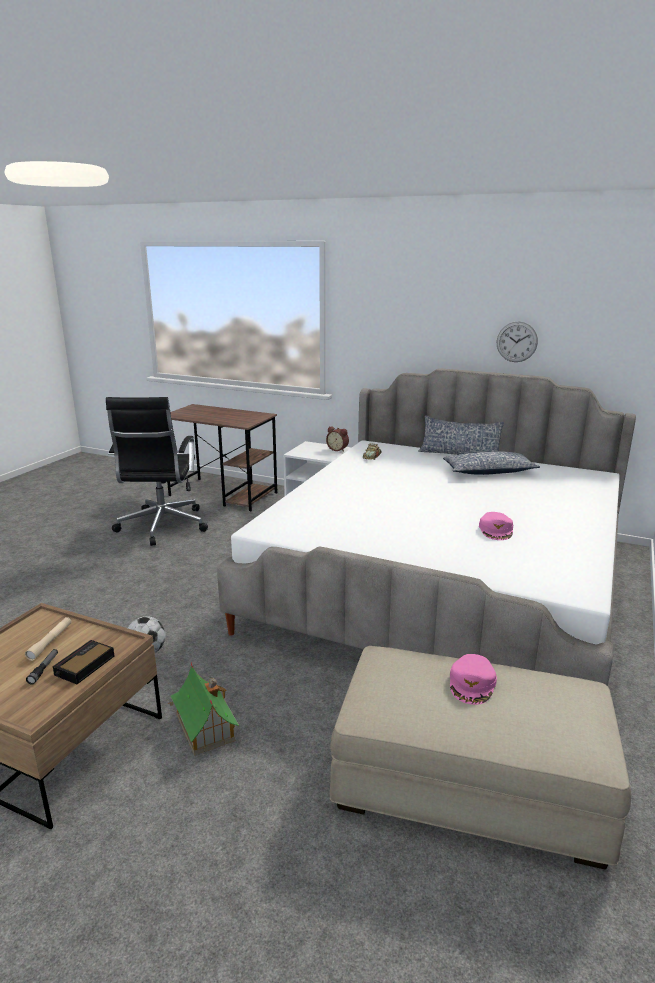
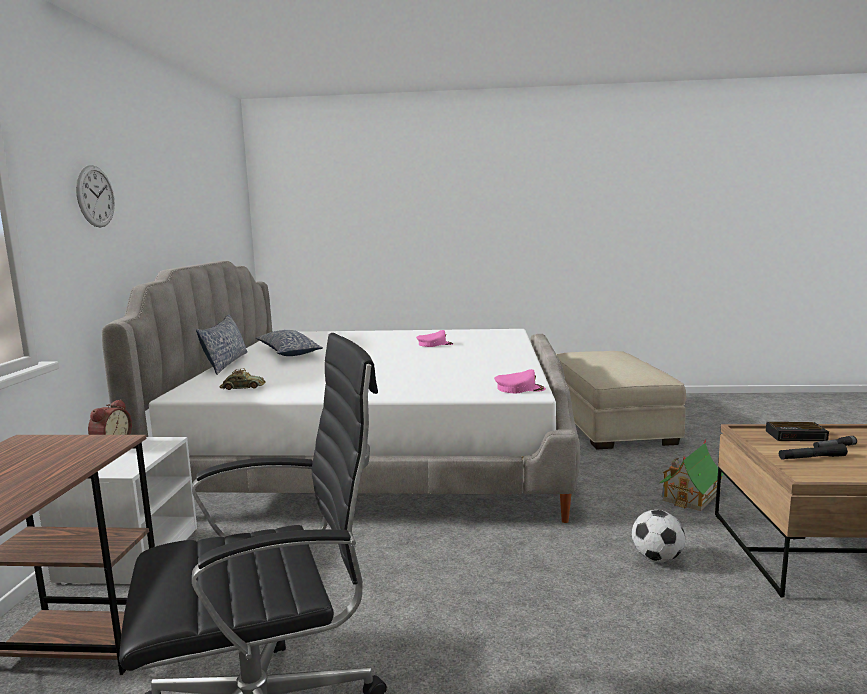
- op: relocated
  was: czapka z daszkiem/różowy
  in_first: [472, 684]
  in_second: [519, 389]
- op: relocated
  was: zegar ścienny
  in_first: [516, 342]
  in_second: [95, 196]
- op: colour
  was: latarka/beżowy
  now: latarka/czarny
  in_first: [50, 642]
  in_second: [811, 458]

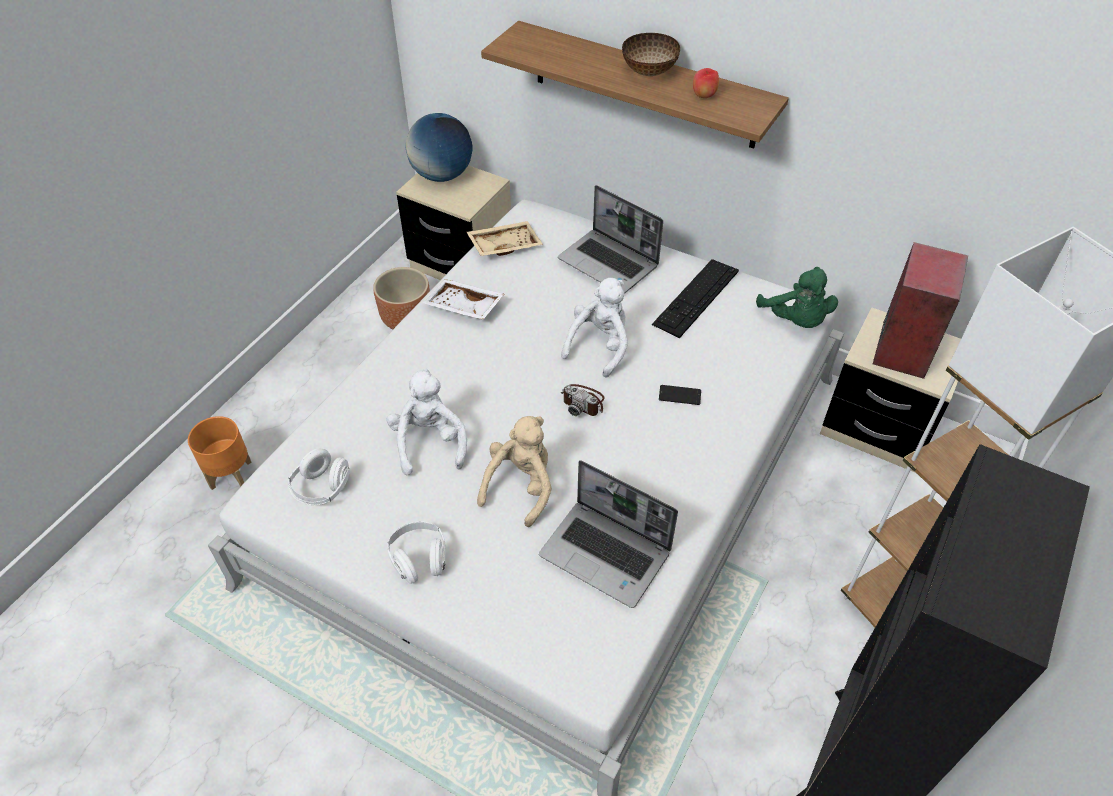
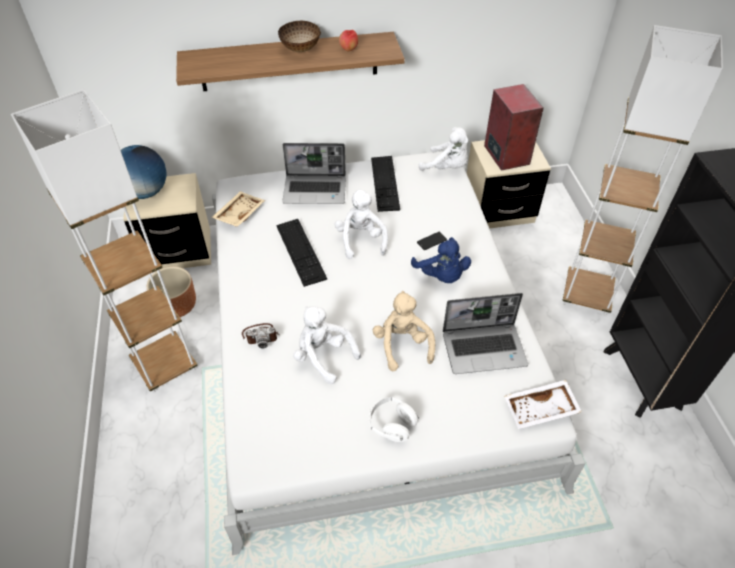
- op: missing
  was: donica/pomarańczowy
  in_first: [231, 474]
- op: missing
  was: słuchawki/biały
  in_first: [322, 488]
- op: appeared
  now: lampa stojąca/biały
  in_second: [165, 365]
- op: appeared
  now: klawiatura
  in_second: [300, 251]
- op: appeared
  now: pluszak/niebieski
  in_second: [441, 276]
- op: relocated
  was: taca/biały
  in_first: [463, 307]
  in_second: [540, 410]
- op: relocated
  was: aparat fotograficzny
  in_first: [583, 402]
  in_second: [261, 335]
- op: colour
  was: pluszak/zielony
  now: pluszak/biały
  in_first: [796, 320]
  in_second: [447, 167]

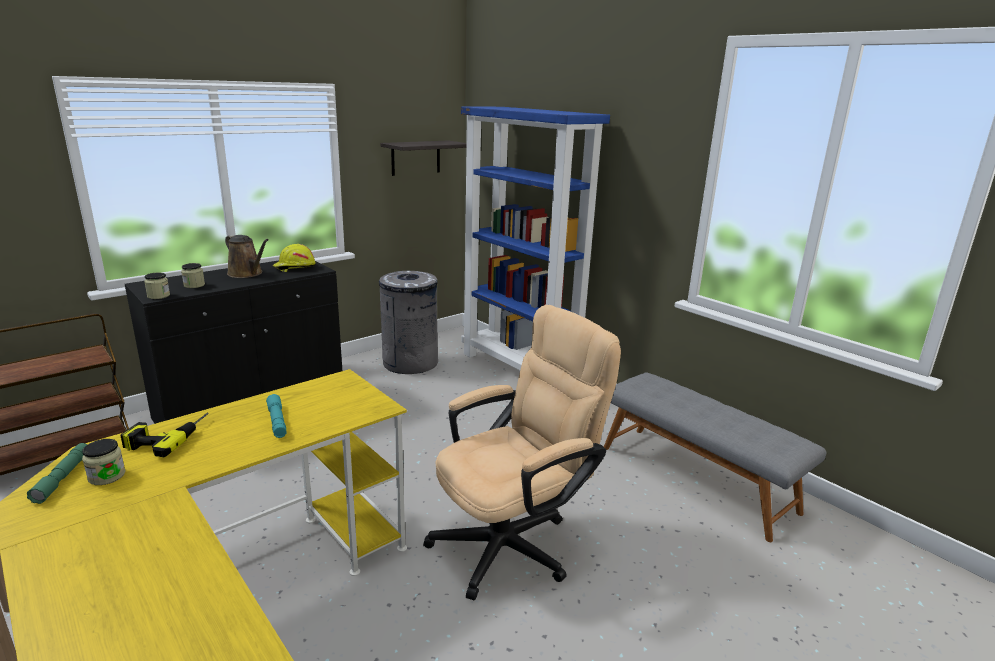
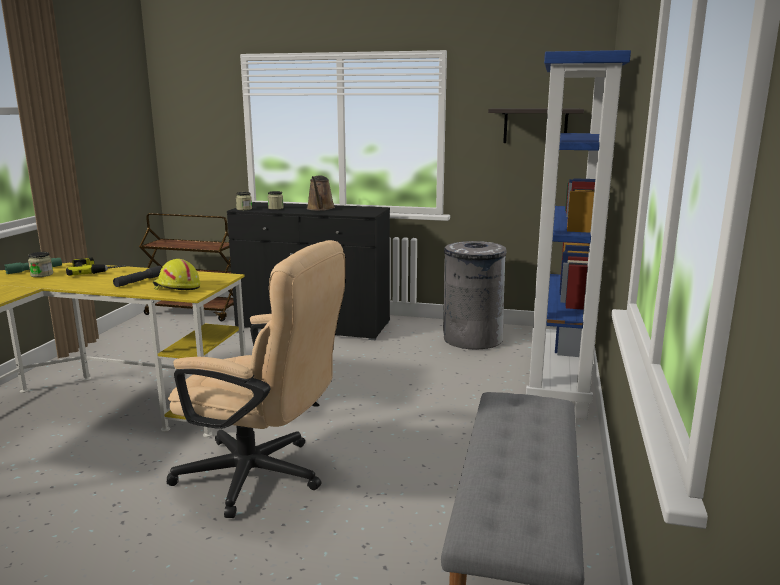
- op: relocated
  was: kask/żółty
  in_first: [294, 267]
  in_second: [176, 287]
- op: colour
  was: latarka/turkusowy
  now: latarka/szary
  in_first: [277, 421]
  in_second: [139, 281]

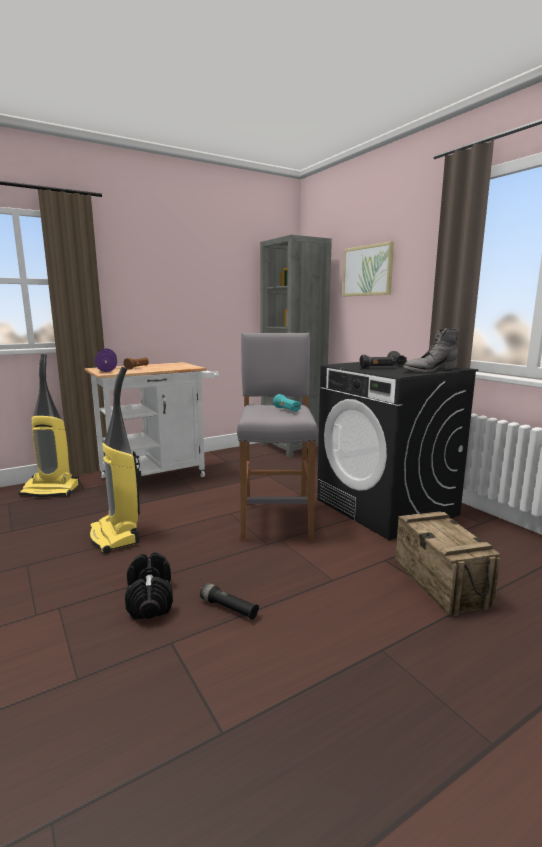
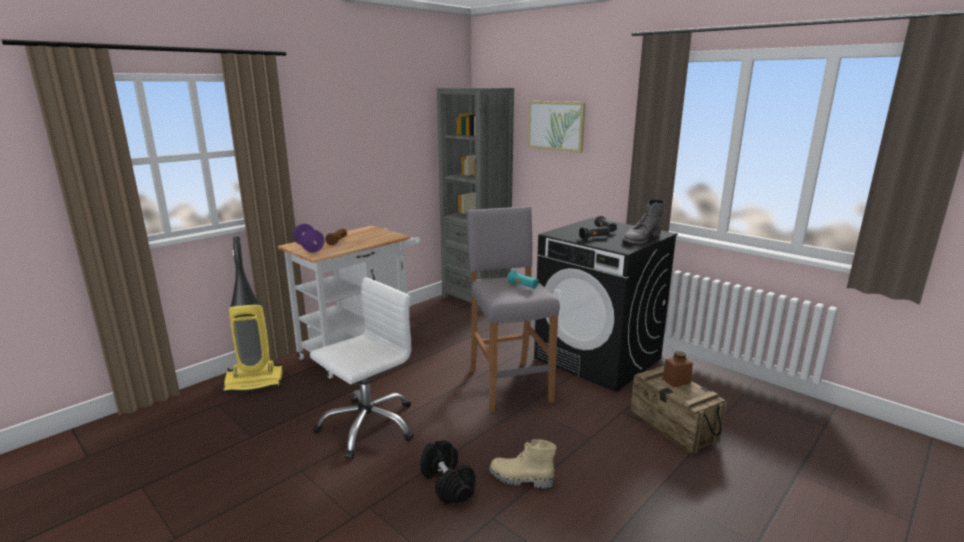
- op: appeared
  now: słoik/brązowy
  in_second: [676, 381]
- op: exchanged
  was: odkurzacz
  now: krzesło biurowe/biały
  in_first: [116, 536]
  in_second: [368, 425]
- op: exchanged
  was: latarka/czarny
  now: but z cholewką/beżowy
  in_first: [228, 608]
  in_second: [520, 479]

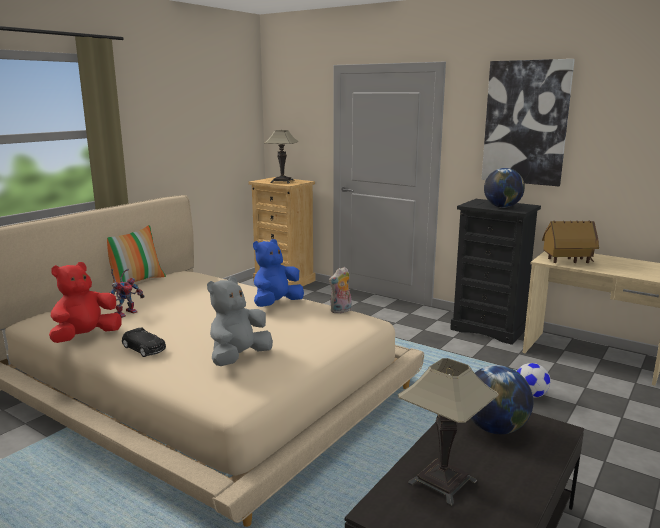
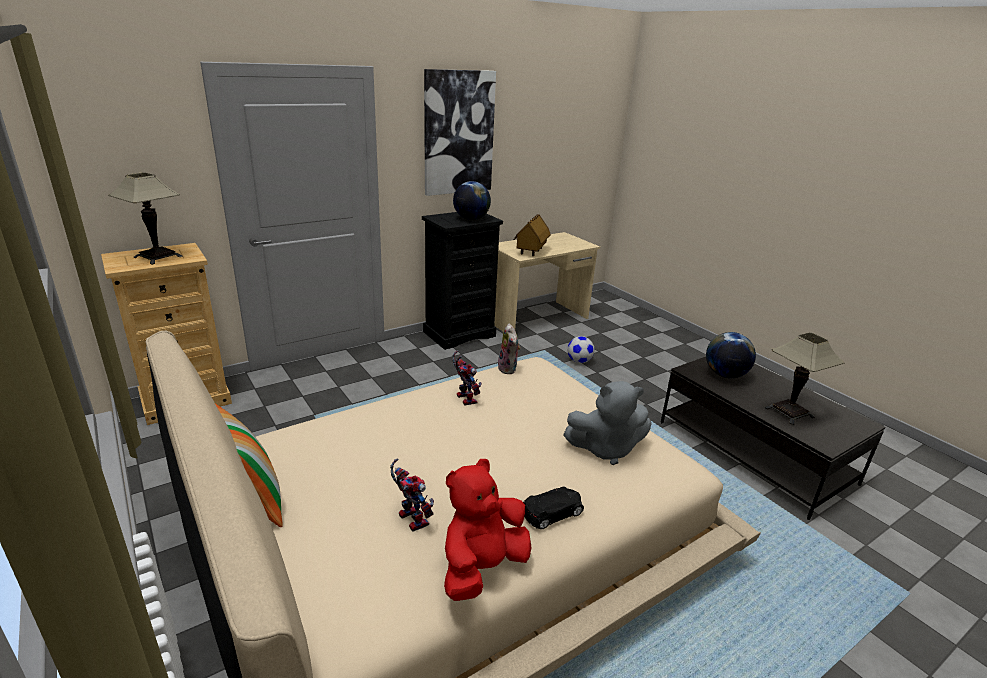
- op: exchanged
  was: pluszak/niebieski
  now: robot zabawkowy
  in_first: [276, 304]
  in_second: [464, 398]
- op: spun
  was: pluszak/czerwony
  in_first: [86, 337]
  in_second: [482, 568]
  clockwise: 75
- op: spun
  was: pluszak/szary
  in_first: [239, 358]
  in_second: [605, 448]
  clockwise: -60

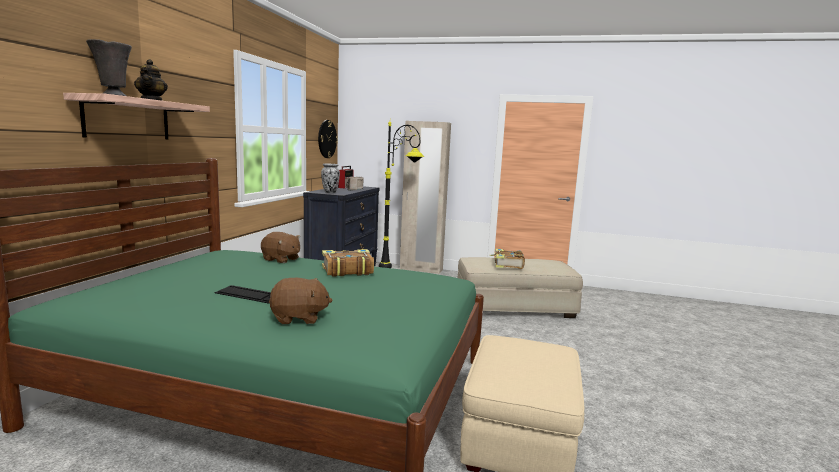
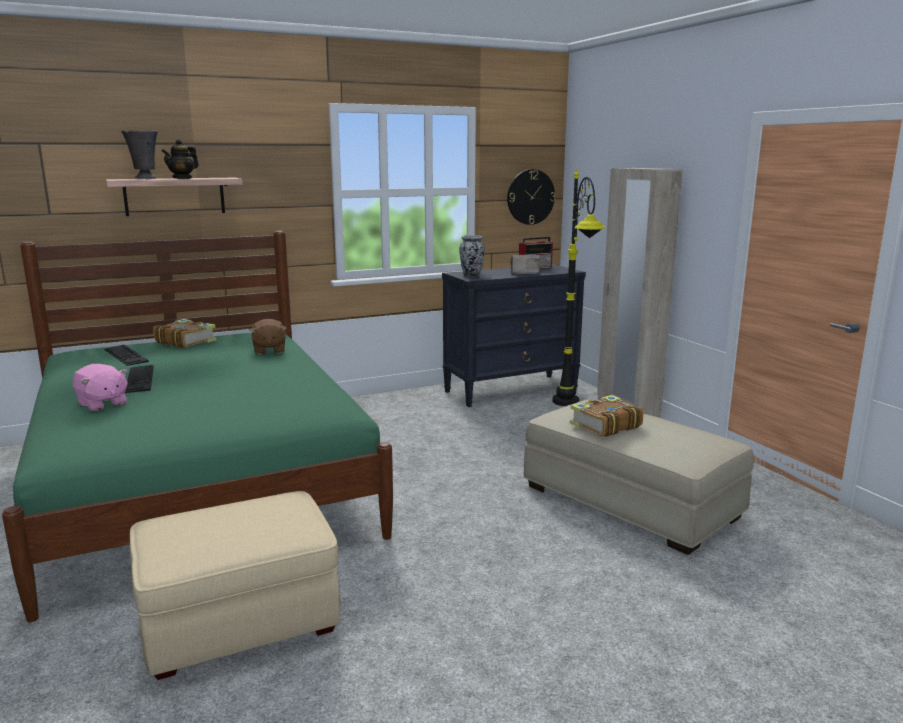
- op: appeared
  now: klawiatura
  in_second: [125, 355]
- op: relocated
  was: książka
  in_first: [346, 270]
  in_second: [185, 341]
- op: colour
  was: pluszak/brązowy
  now: pluszak/różowy
  in_first: [299, 318]
  in_second: [102, 404]

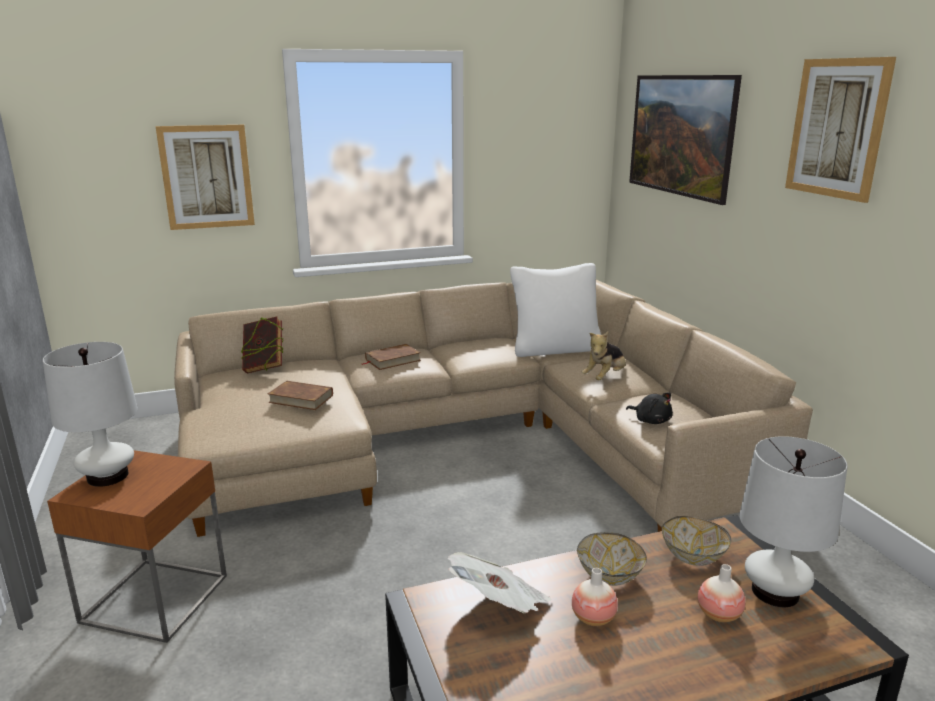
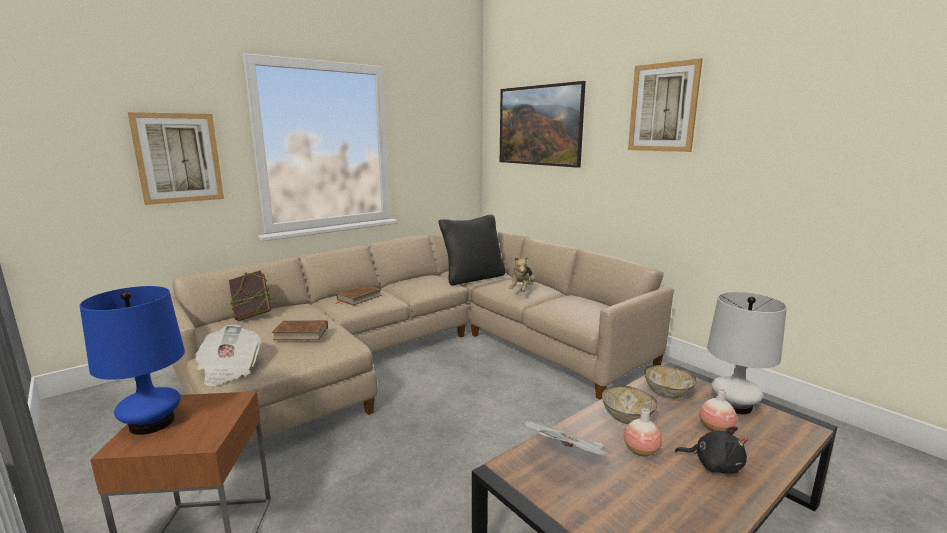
- op: appeared
  now: gazeta
  in_second: [229, 370]
- op: relocated
  was: pluszak/czarny
  in_first: [651, 420]
  in_second: [714, 465]
- op: colour
  was: lampa stołowa/biały
  now: lampa stołowa/niebieski
  in_first: [107, 476]
  in_second: [152, 423]
- op: colour
  was: poduszka/biały
  now: poduszka/czarny
  in_first: [555, 349]
  in_second: [473, 278]

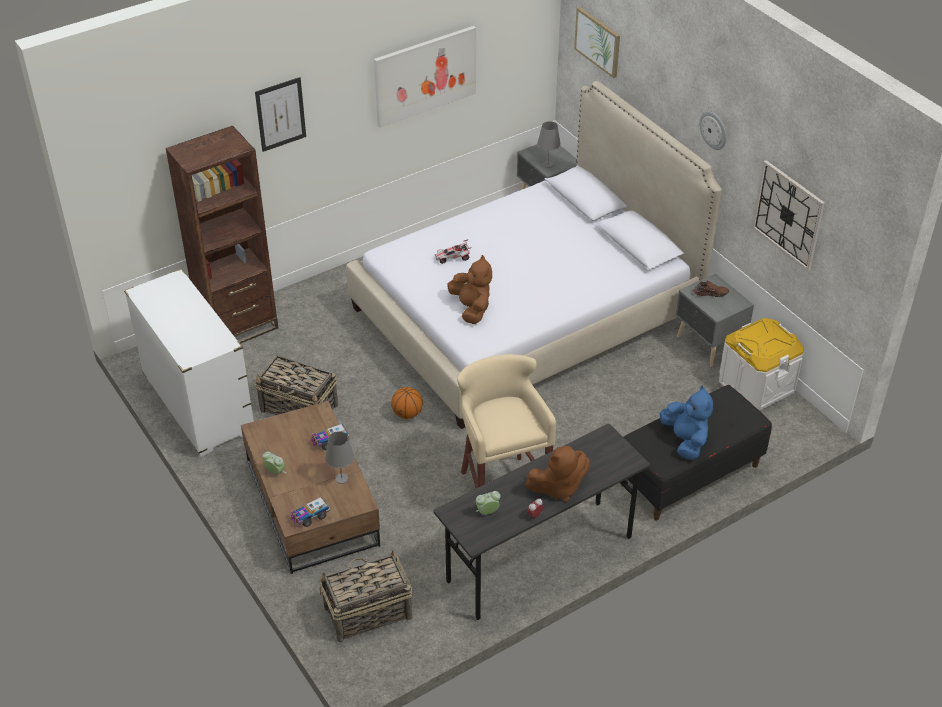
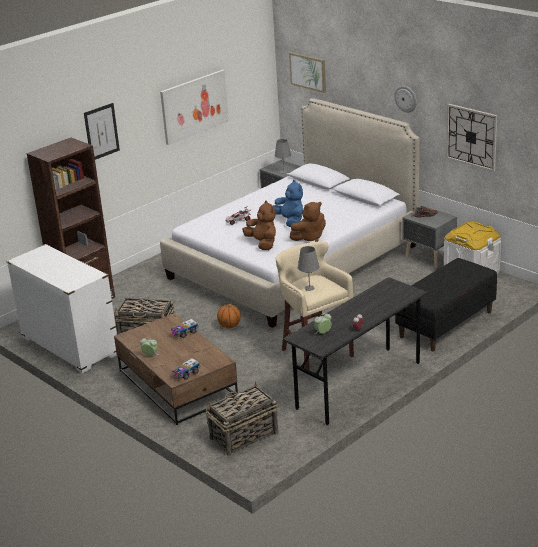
- op: relocated
  was: lampa stołowa/szary
  in_first: [341, 479]
  in_second: [309, 288]
- op: relocated
  was: pluszak/brązowy
  in_first: [558, 487]
  in_second: [309, 237]
- op: relocated
  was: pluszak/niebieski
  in_first: [685, 440]
  in_second: [290, 221]

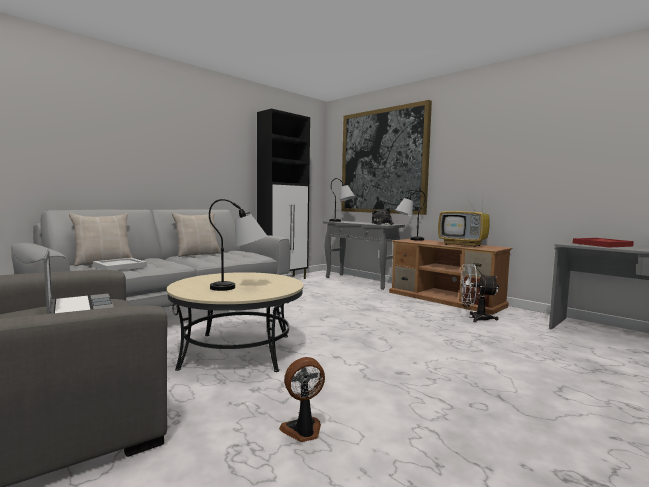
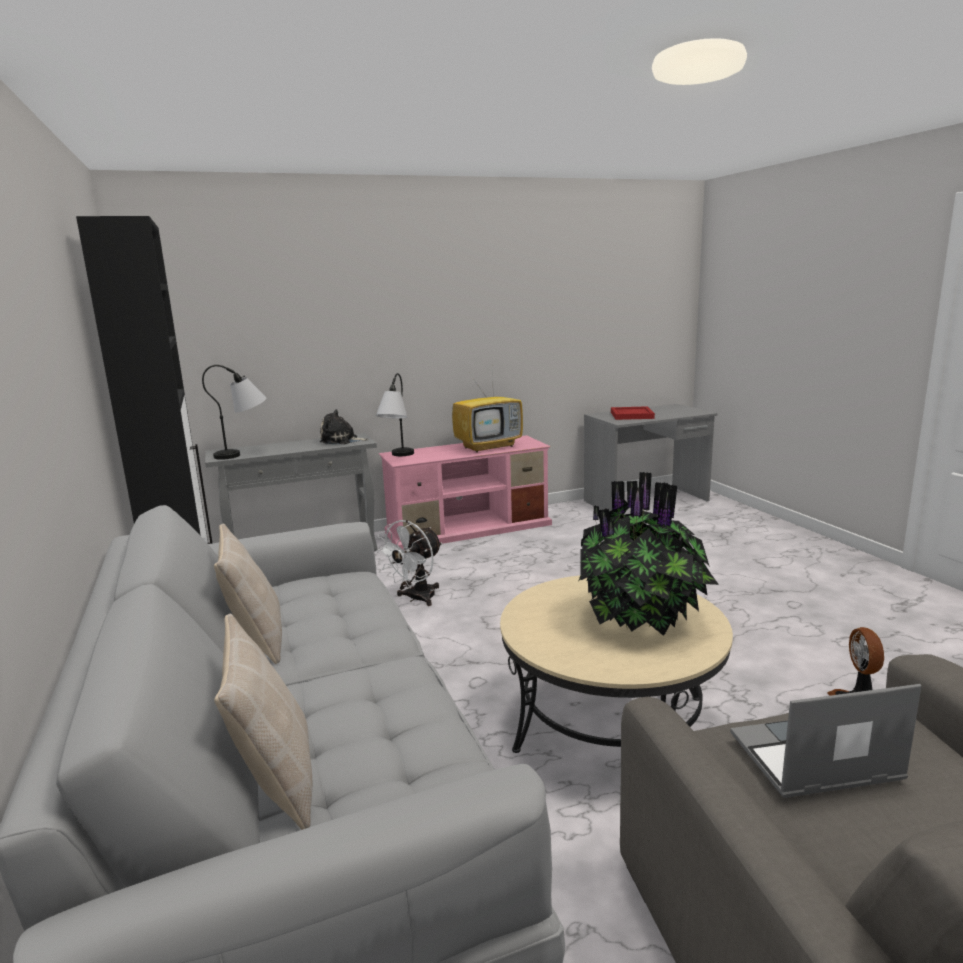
- op: missing
  was: taca/biały
  in_first: [120, 266]
- op: missing
  was: obraz
  in_first: [383, 161]
- op: relocated
  was: wentylator/biały
  in_first: [475, 318]
  in_second: [416, 598]
- op: exchanged
  was: lampa stołowa
  now: roślina doniczkowa
  in_first: [240, 287]
  in_second: [643, 620]
- op: colour
  was: szafka pod telewizor/brązowy
  now: szafka pod telewizor/różowy
  in_first: [446, 299]
  in_second: [469, 528]

